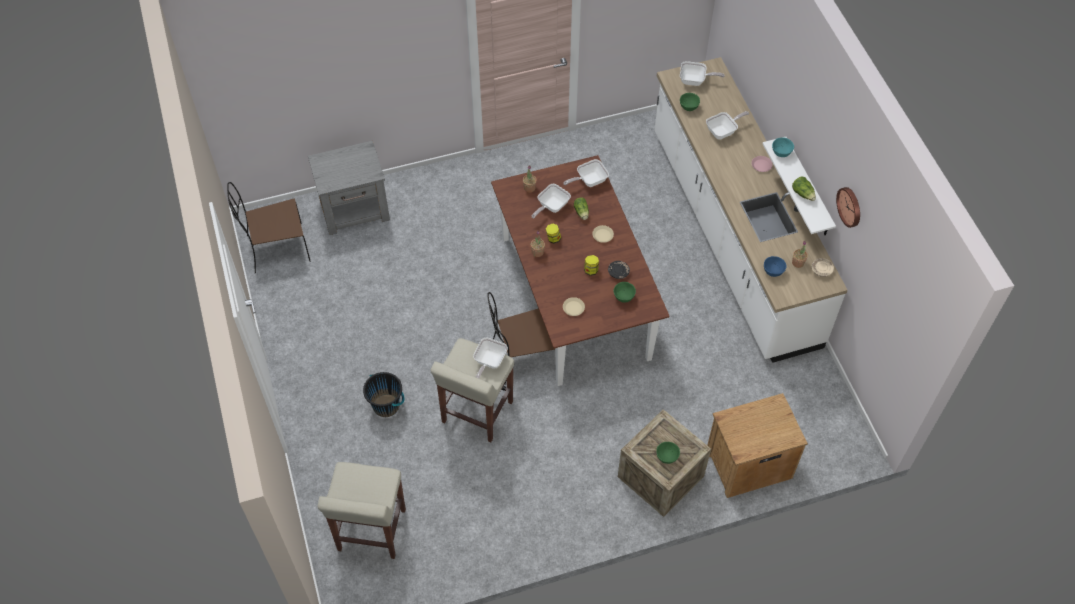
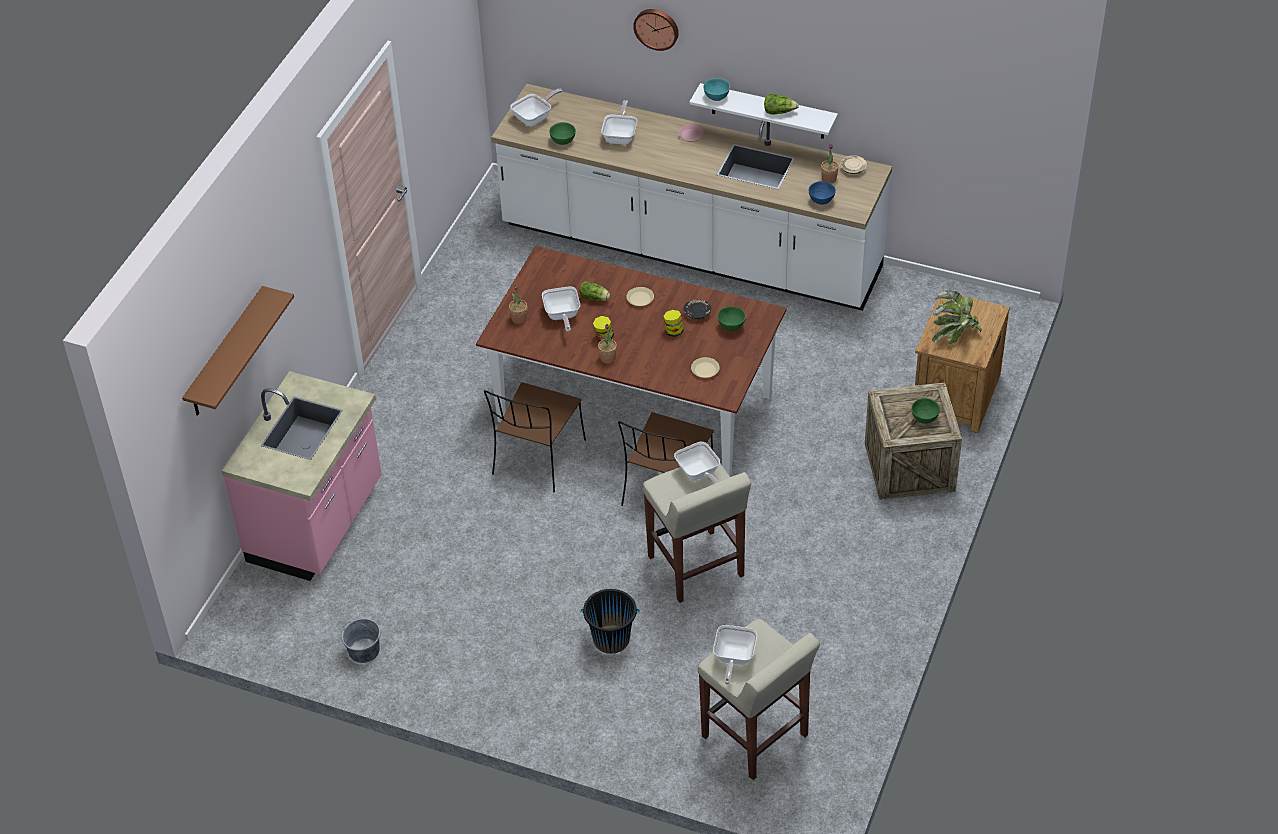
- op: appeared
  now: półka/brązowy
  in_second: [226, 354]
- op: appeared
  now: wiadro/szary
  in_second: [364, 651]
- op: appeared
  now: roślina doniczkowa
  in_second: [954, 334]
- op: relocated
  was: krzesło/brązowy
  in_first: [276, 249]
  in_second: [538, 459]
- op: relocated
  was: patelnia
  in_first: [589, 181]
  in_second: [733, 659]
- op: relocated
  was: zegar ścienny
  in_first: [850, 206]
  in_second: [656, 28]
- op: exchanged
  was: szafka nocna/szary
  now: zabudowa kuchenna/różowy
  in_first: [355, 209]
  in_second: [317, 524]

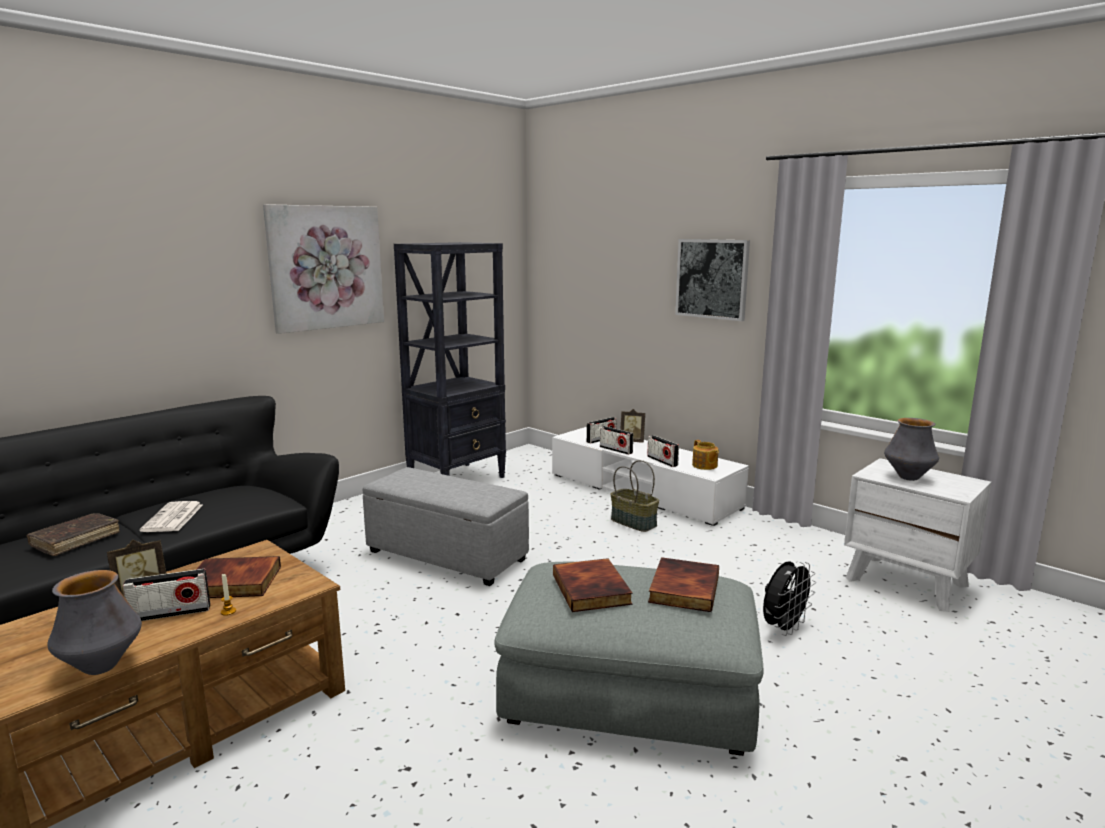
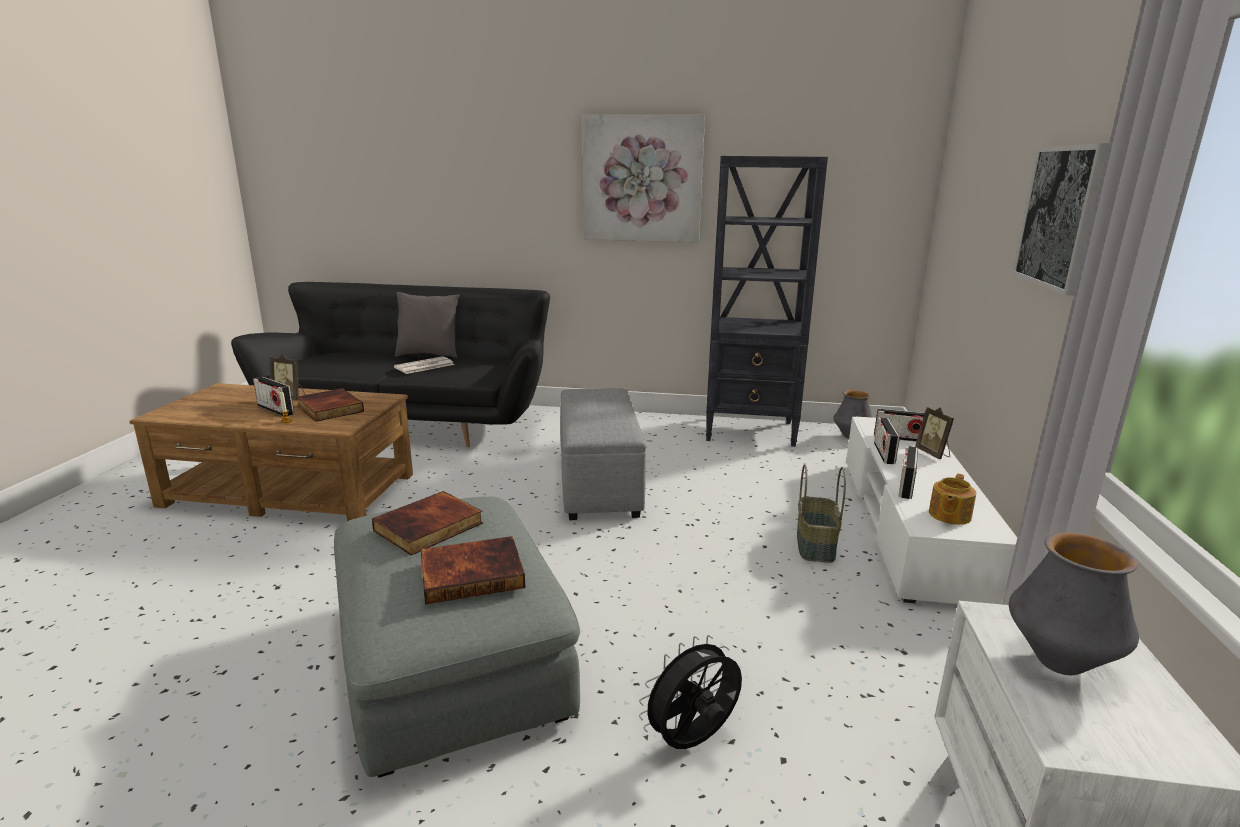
- op: missing
  was: książka/brązowy
  in_first: [76, 540]
- op: appeared
  now: poduszka/szary
  in_second: [429, 355]
- op: relocated
  was: wazon
  in_first: [101, 667]
  in_second: [851, 436]
- op: spun
  was: wentylator/czarny
  in_first: [784, 628]
  in_second: [693, 742]
  clockwise: 135

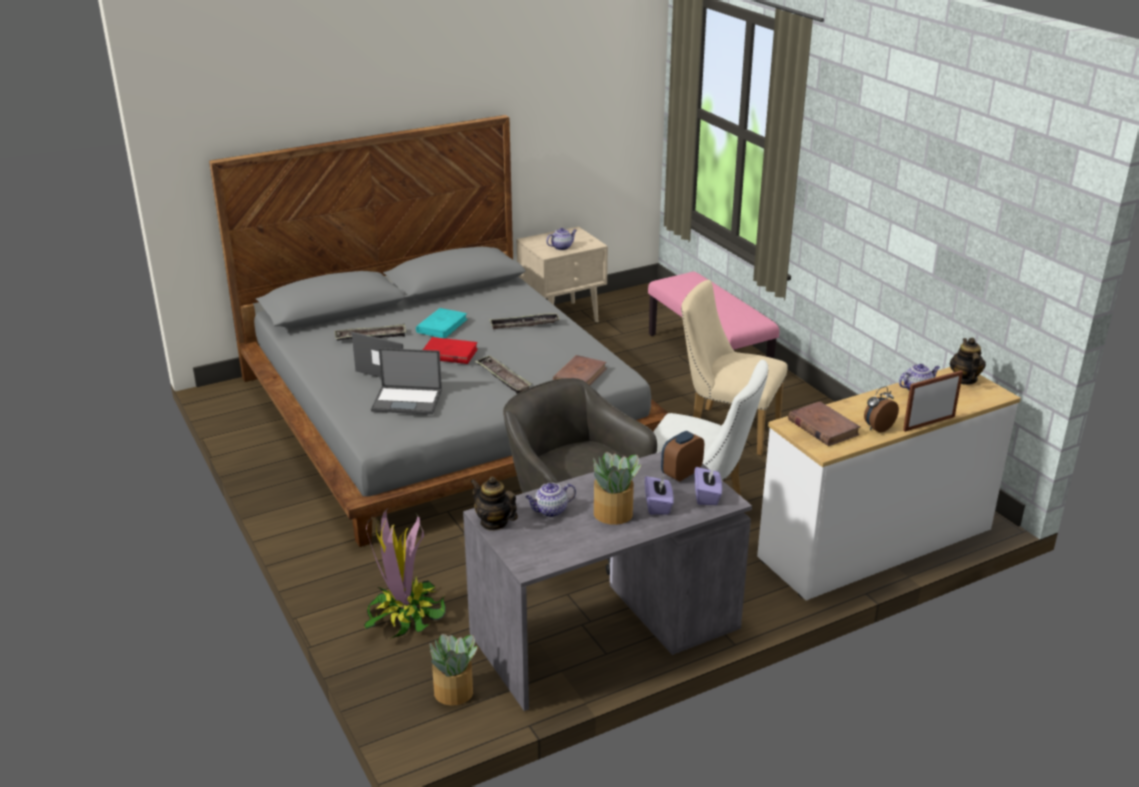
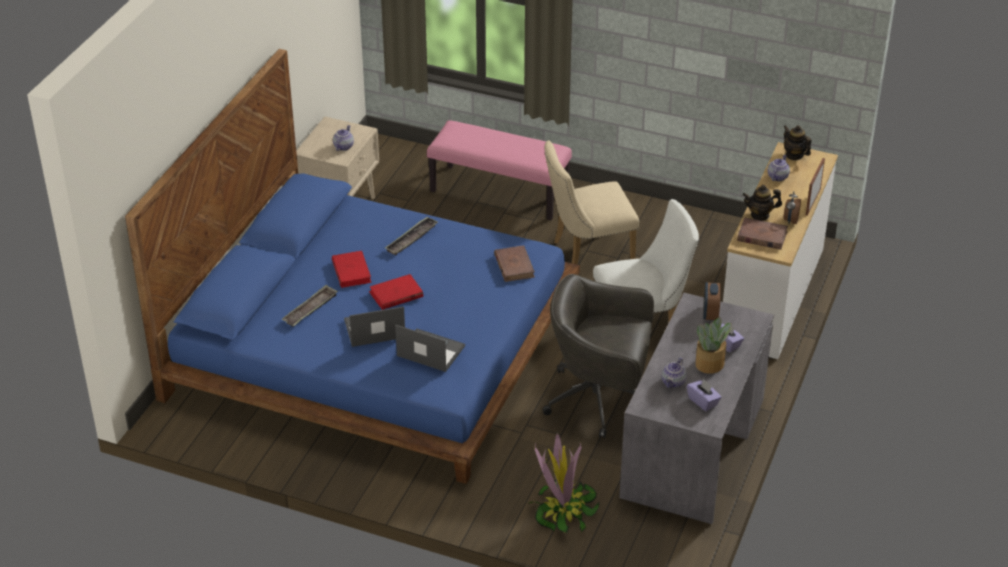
- op: missing
  was: roślina doniczkowa
  in_first: [454, 693]
- op: missing
  was: taca
  in_first: [503, 378]
- op: relocated
  was: imbryk
  in_first: [494, 522]
  in_second: [760, 215]
- op: relocated
  was: pudełko chusteczek/fioletowy
  in_first: [707, 496]
  in_second: [703, 401]
- op: colour
  was: łóżko/szary
  now: łóżko/niebieski
  in_first: [445, 415]
  in_second: [374, 346]
- op: colour
  was: książka/turkusowy
  now: książka/czerwony
  in_first: [442, 326]
  in_second: [351, 271]
- op: spun
  was: laptop
  in_first: [408, 400]
  in_second: [430, 351]
  clockwise: -120

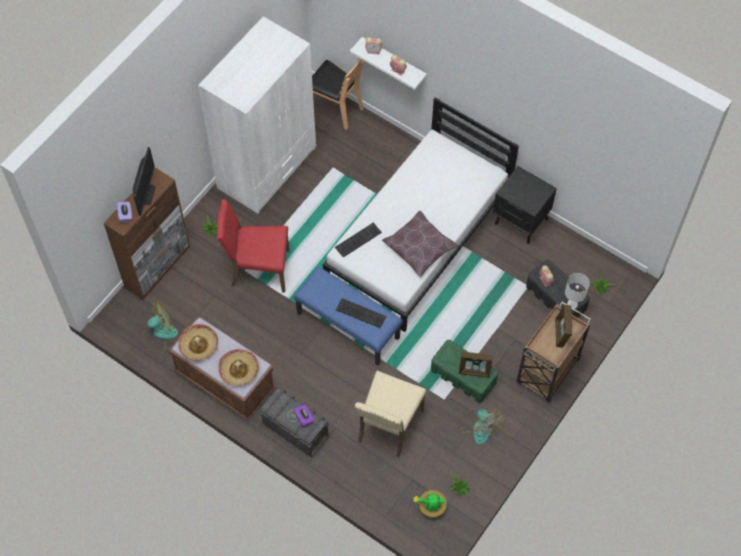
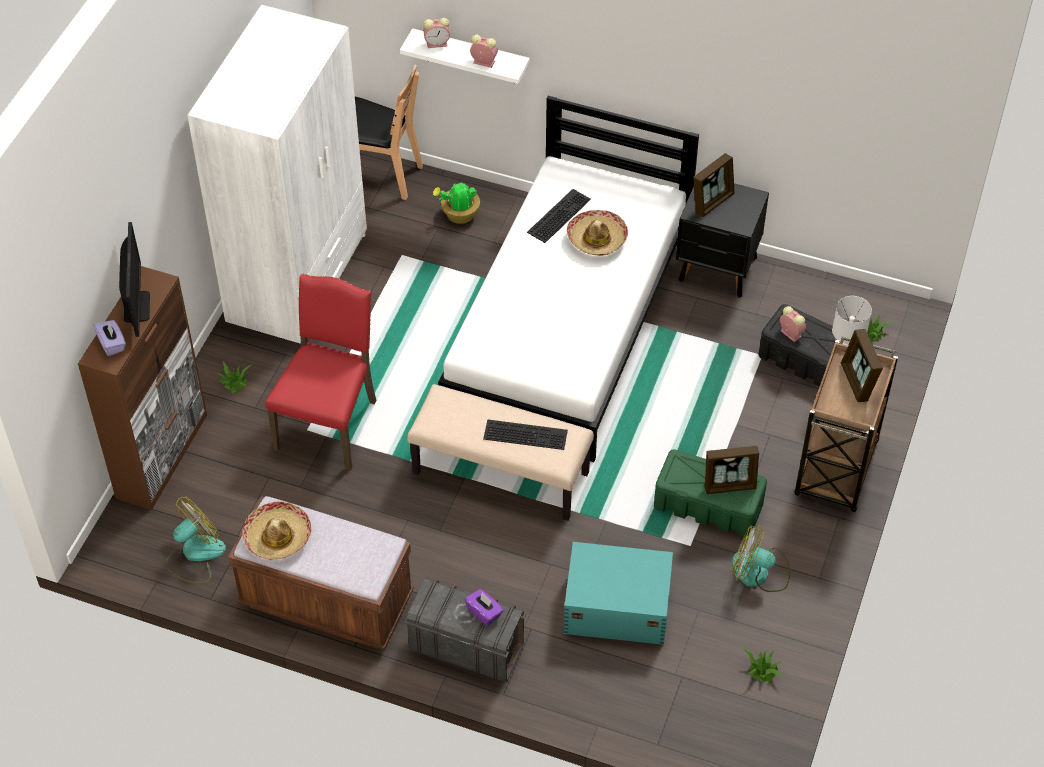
- op: missing
  was: poduszka/brązowy
  in_first: [419, 248]
- op: appeared
  now: ramka na zdjęcie
  in_second: [712, 201]
- op: relocated
  was: kapelusz
  in_first: [239, 370]
  in_second: [597, 238]
- op: relocated
  was: klawiatura
  in_first: [358, 239]
  in_second: [558, 214]
- op: relocated
  was: roślina doniczkowa
  in_first: [431, 508]
  in_second: [459, 215]
- op: exchanged
  was: krzesło/beżowy
  now: pojemnik do przechowywania/turkusowy
  in_first: [388, 426]
  in_second: [616, 606]
- op: colour
  was: ławka/niebieski
  now: ławka/beżowy
  in_first: [349, 325]
  in_second: [502, 472]
- op: spun
  was: krzesło/czerwony
  in_first: [258, 269]
  in_second: [329, 423]
  clockwise: 120
- op: spun
  was: wentylator
  in_first: [478, 426]
  in_second: [759, 573]
  clockwise: 150

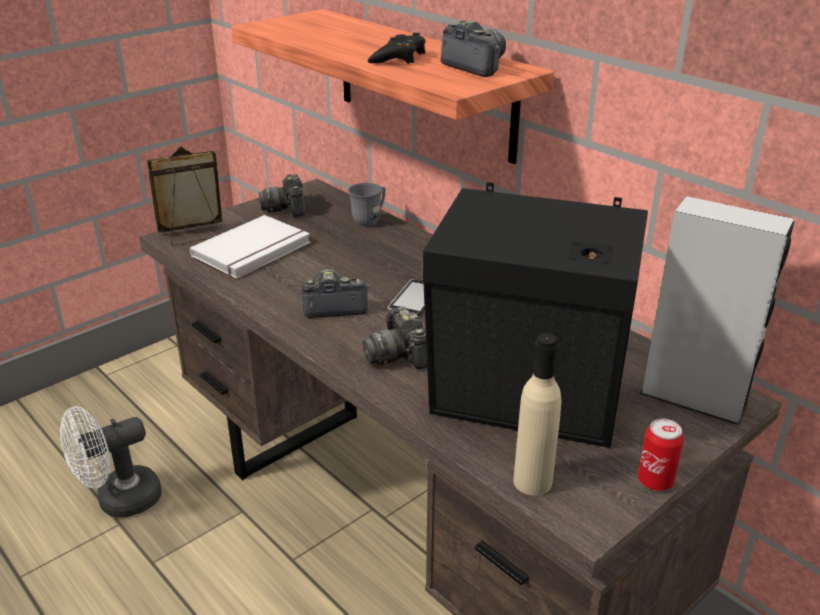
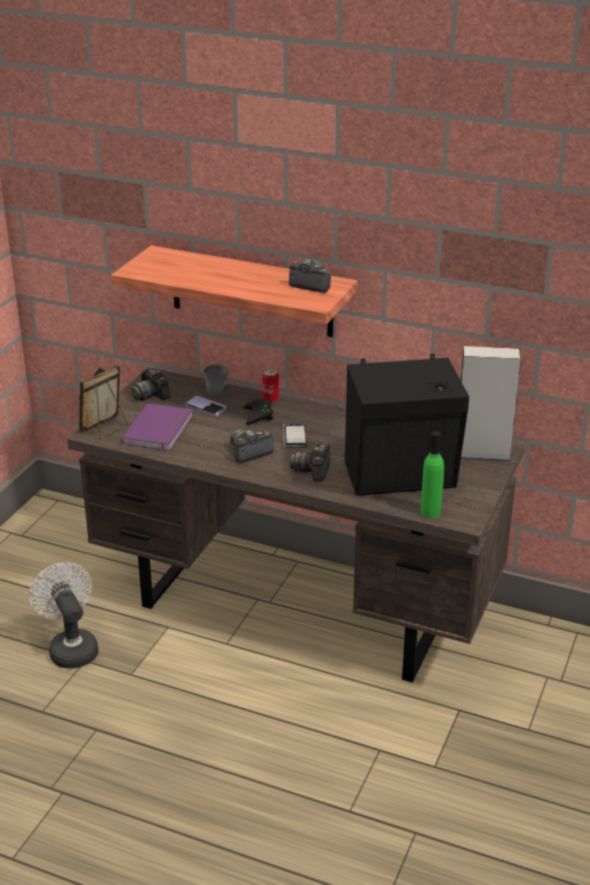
- op: appeared
  now: telefon
  in_second: [205, 407]
- op: relocated
  was: pad do gier/czarny
  in_first: [398, 58]
  in_second: [258, 415]
- op: relocated
  was: puszka
  in_first: [655, 481]
  in_second: [270, 400]
- op: colour
  was: książka/biały
  now: książka/fioletowy
  in_first: [254, 250]
  in_second: [161, 430]
- op: colour
  was: butelka/beżowy
  now: butelka/zielony
  in_first: [532, 482]
  in_second: [430, 512]
- op: spun
  was: wentylator/biały
  in_first: [119, 501]
  in_second: [71, 648]
  clockwise: 120
- op: spun
  was: aparat fotograficzny
  in_first: [398, 355]
  in_second: [313, 470]
  clockwise: 60

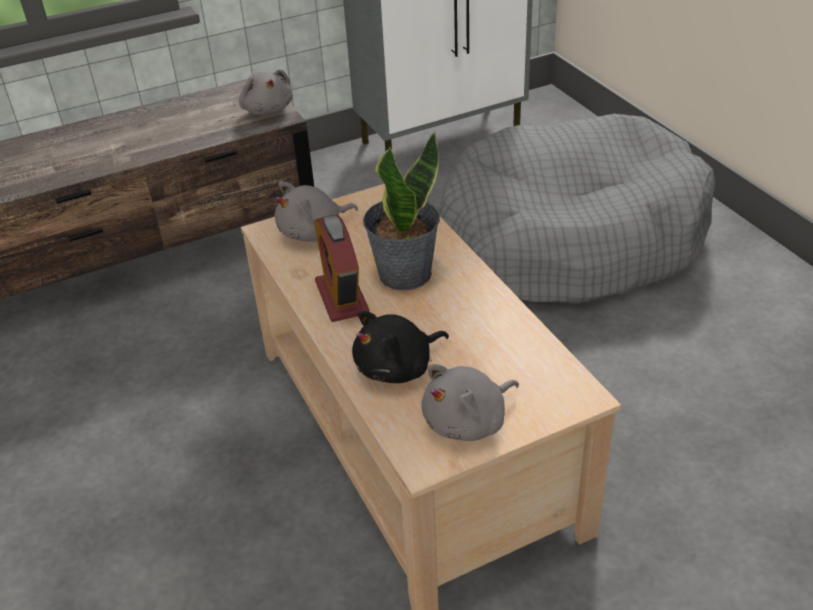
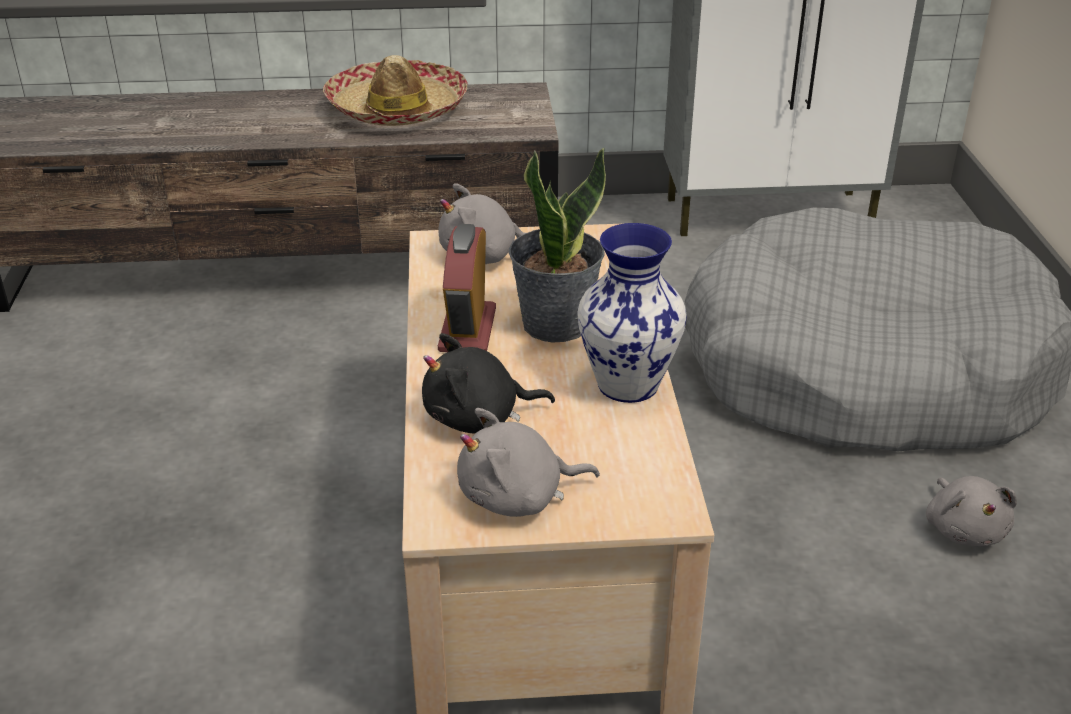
- op: appeared
  now: kapelusz
  in_second: [396, 109]
- op: appeared
  now: wazon
  in_second: [626, 384]
- op: relocated
  was: pluszak/szary
  in_first: [267, 109]
  in_second: [964, 529]

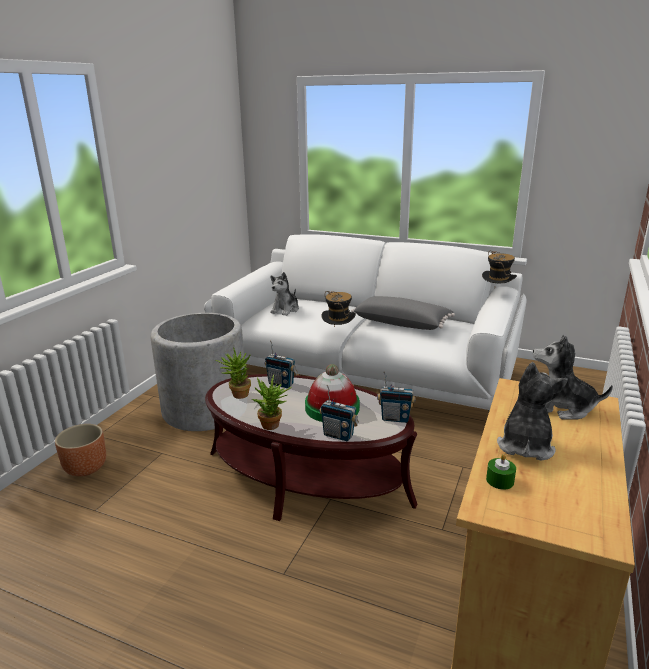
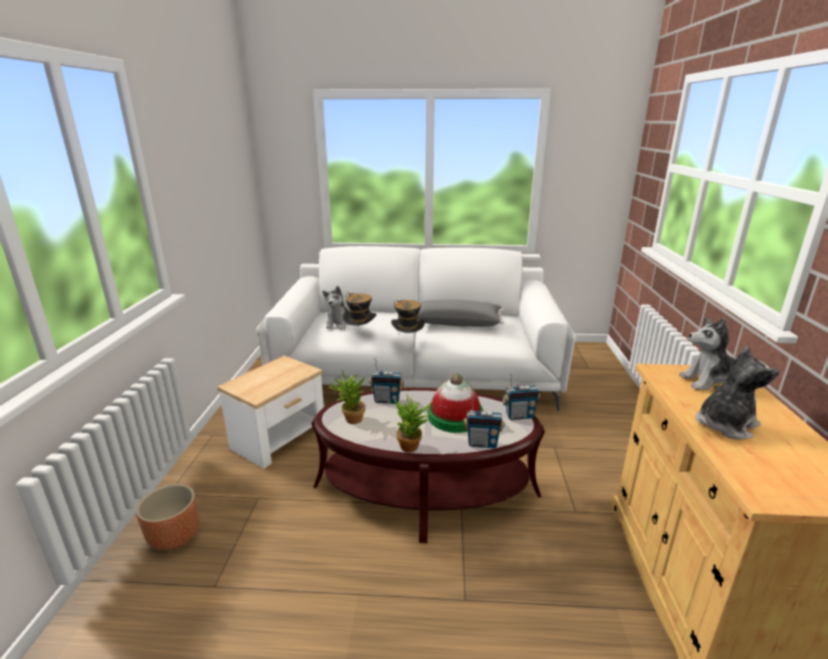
- op: missing
  was: świeca/zielony
  in_first: [500, 480]
- op: relocated
  was: kapelusz
  in_first: [497, 294]
  in_second: [360, 334]
- op: exchanged
  was: donica/szary
  now: stolik
  in_first: [205, 409]
  in_second: [279, 439]
- op: spun
  was: pluszak
  in_first: [525, 446]
  in_second: [724, 424]
  clockwise: 60

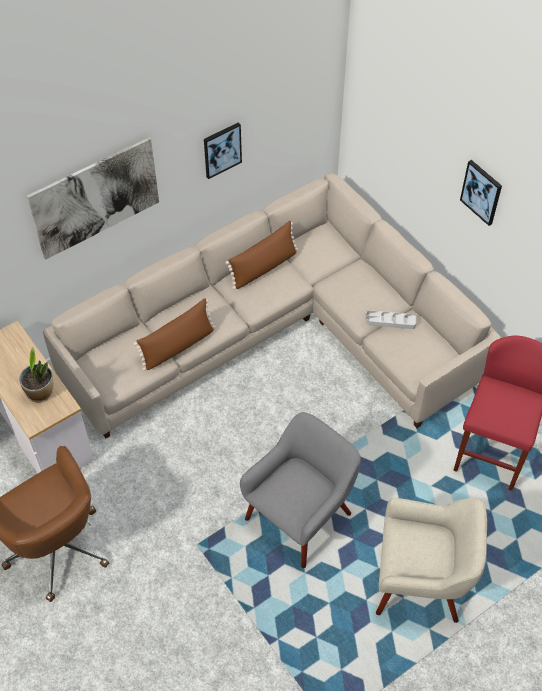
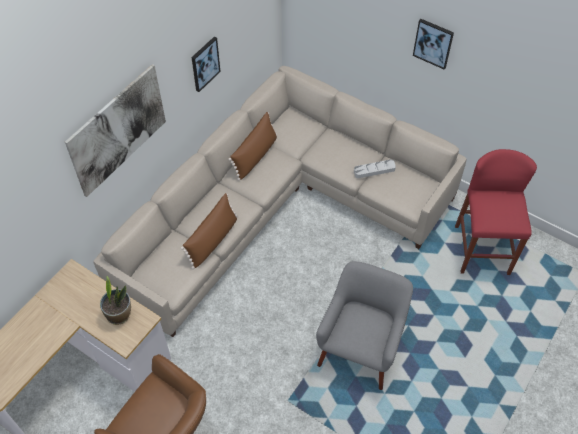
- op: missing
  was: fotel/beżowy
  in_first: [421, 581]

